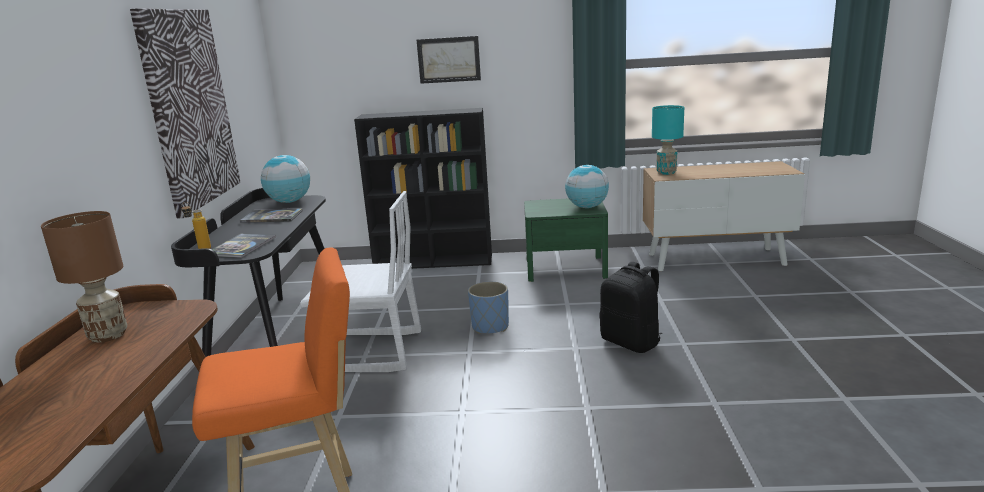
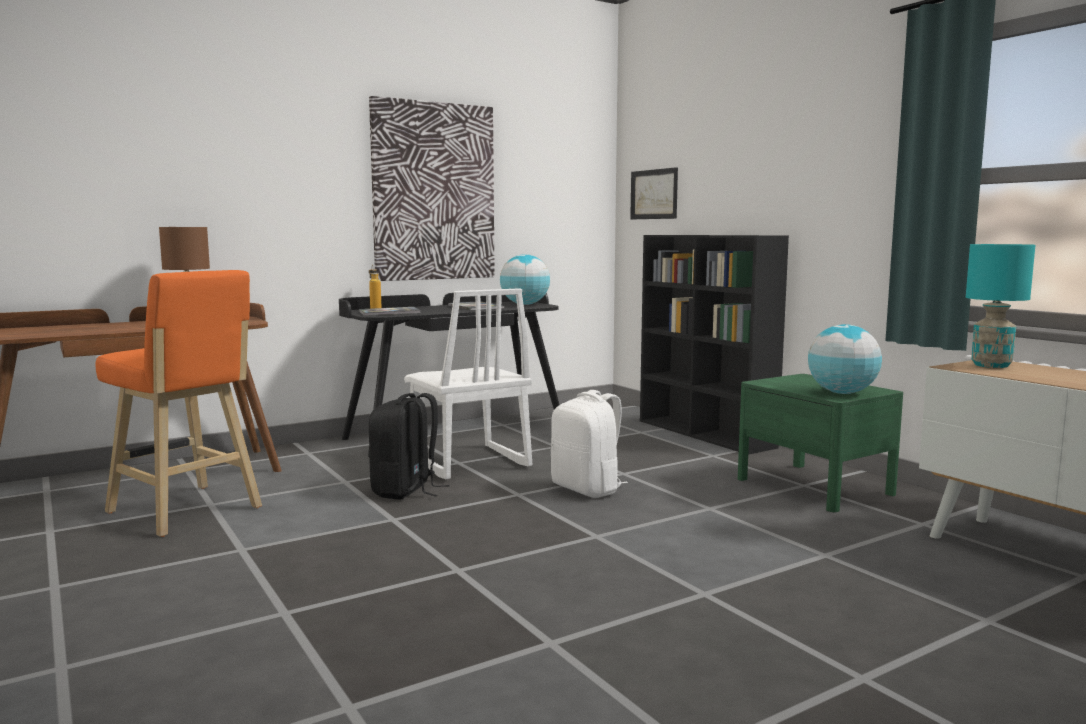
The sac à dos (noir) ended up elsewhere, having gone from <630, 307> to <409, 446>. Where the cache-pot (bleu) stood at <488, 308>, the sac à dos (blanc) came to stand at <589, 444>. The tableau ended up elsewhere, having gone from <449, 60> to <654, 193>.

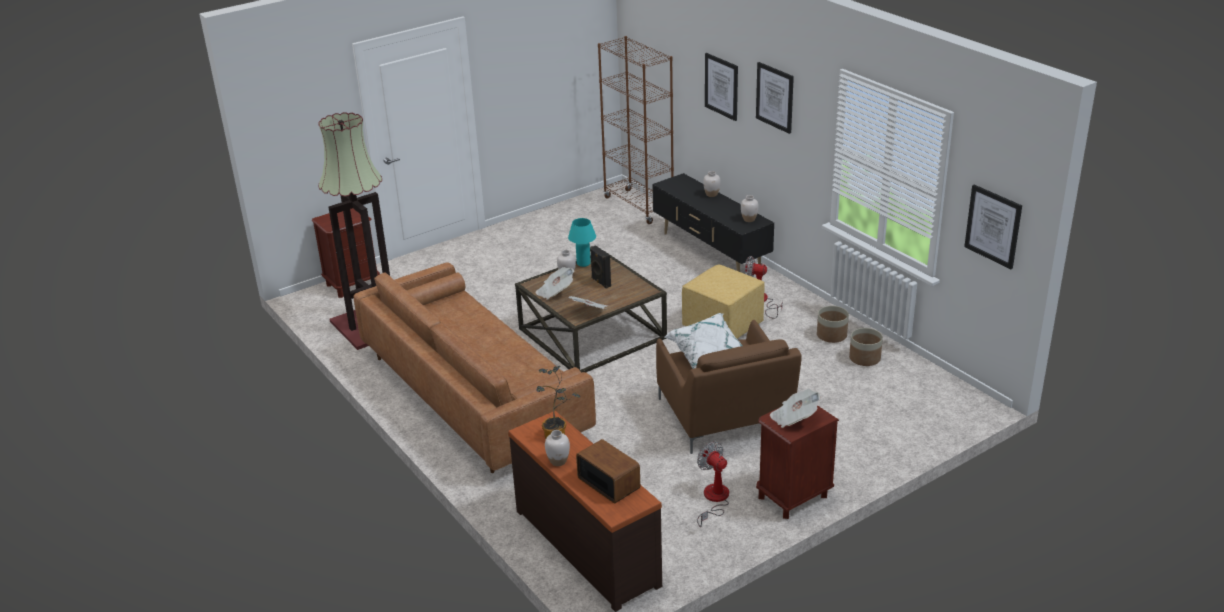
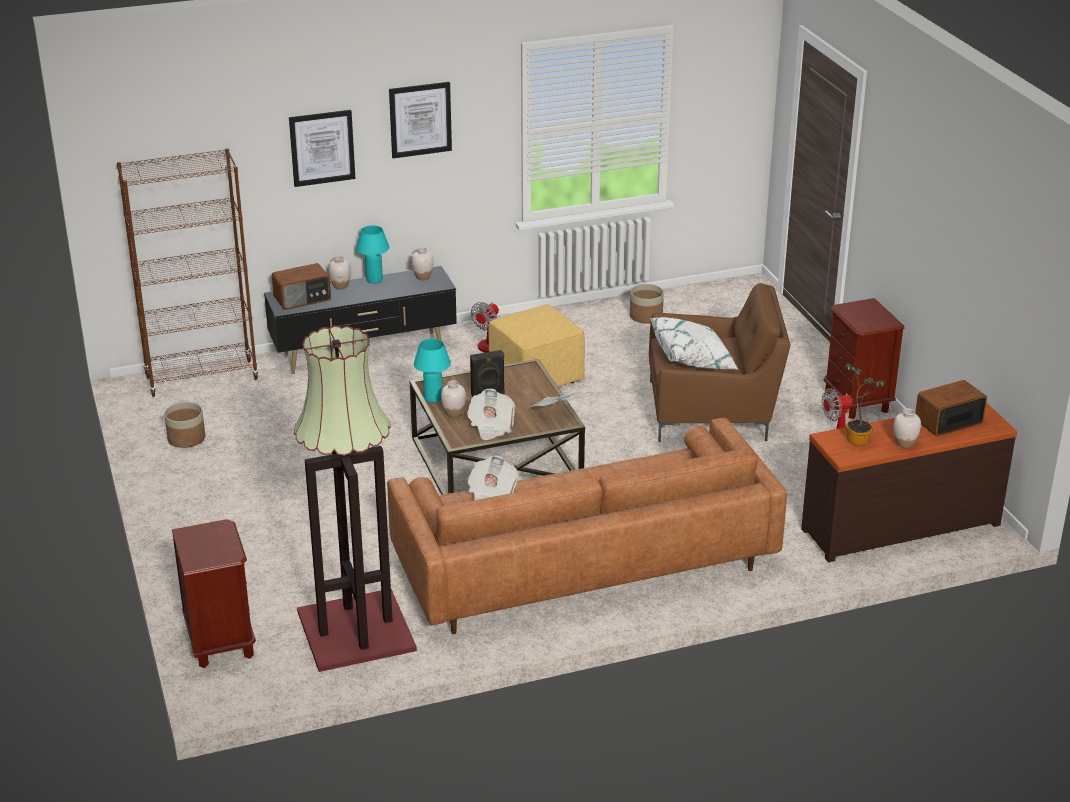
The cache-pot ended up elsewhere, having gone from <833, 324> to <184, 425>. The second view gained the radio at <301, 286>. The second view gained the lampe de table (turquoise) at <372, 254>. The journal ended up elsewhere, having gone from <795, 408> to <493, 477>. The second view lost the tableau at <993, 227>.

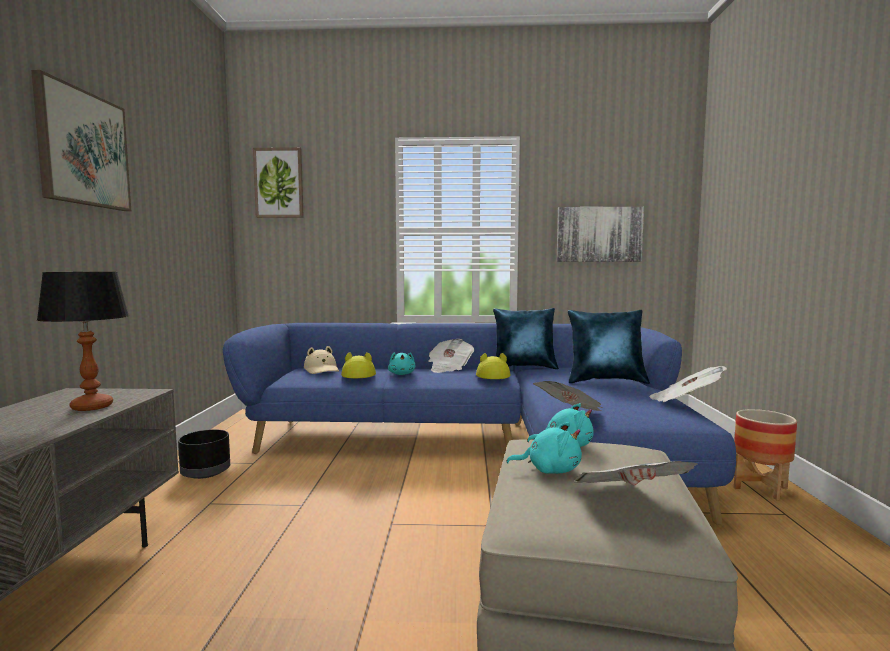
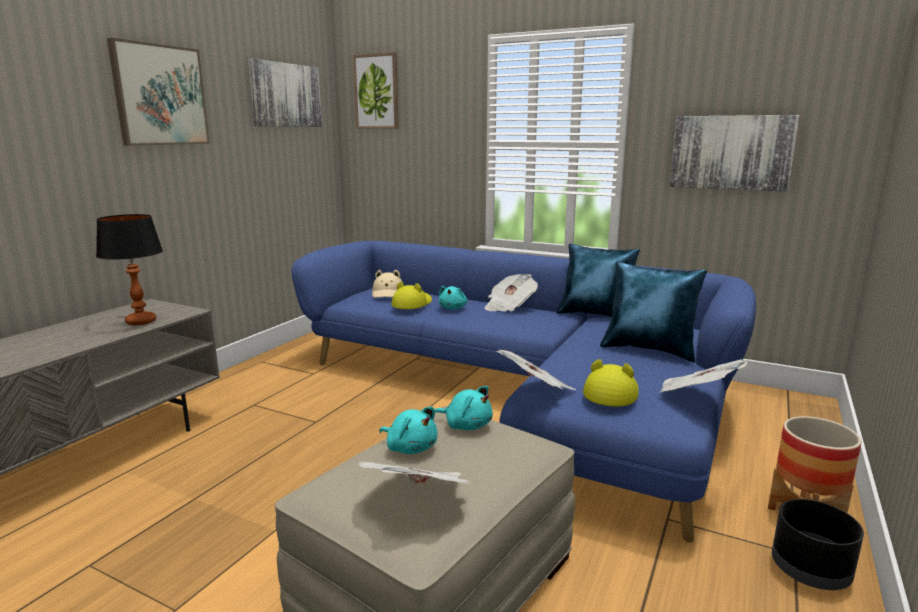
The second view gained the tableau at <285, 93>. The chapeau (jaune) ended up elsewhere, having gone from <493, 366> to <611, 383>. The cache-pot (noir) ended up elsewhere, having gone from <204, 454> to <818, 544>.

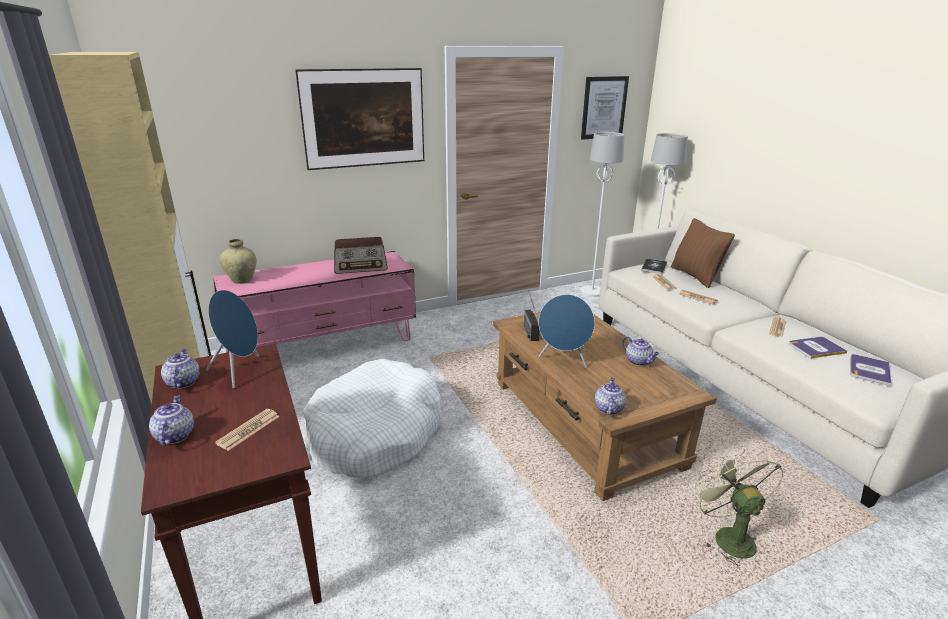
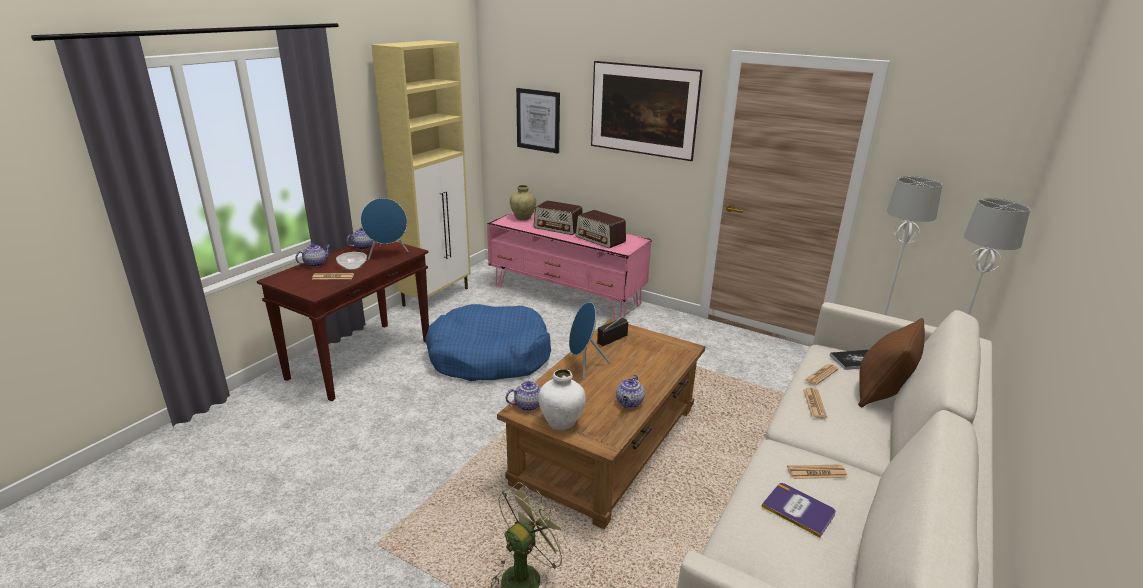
The second view gained the bol at <351, 261>. What was the panier pour chien (blanc) at <373, 418> turned into the panier pour chien (bleu) at <488, 342>. The tableau ended up elsewhere, having gone from <605, 108> to <538, 121>. The second view gained the radio at <558, 217>. The second view gained the vase (blanc) at <562, 399>. The second view lost the livre at <870, 370>.

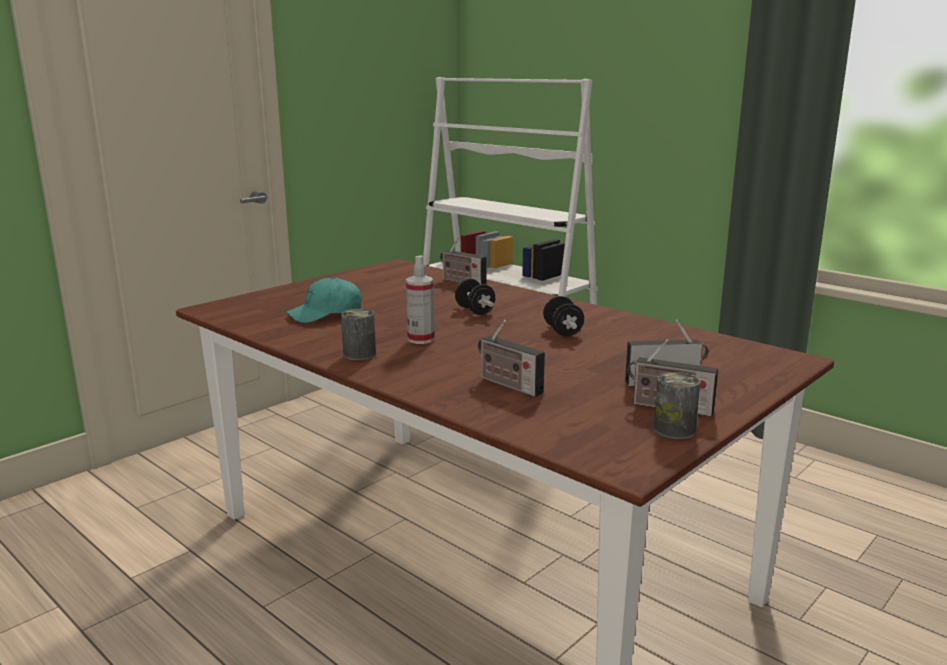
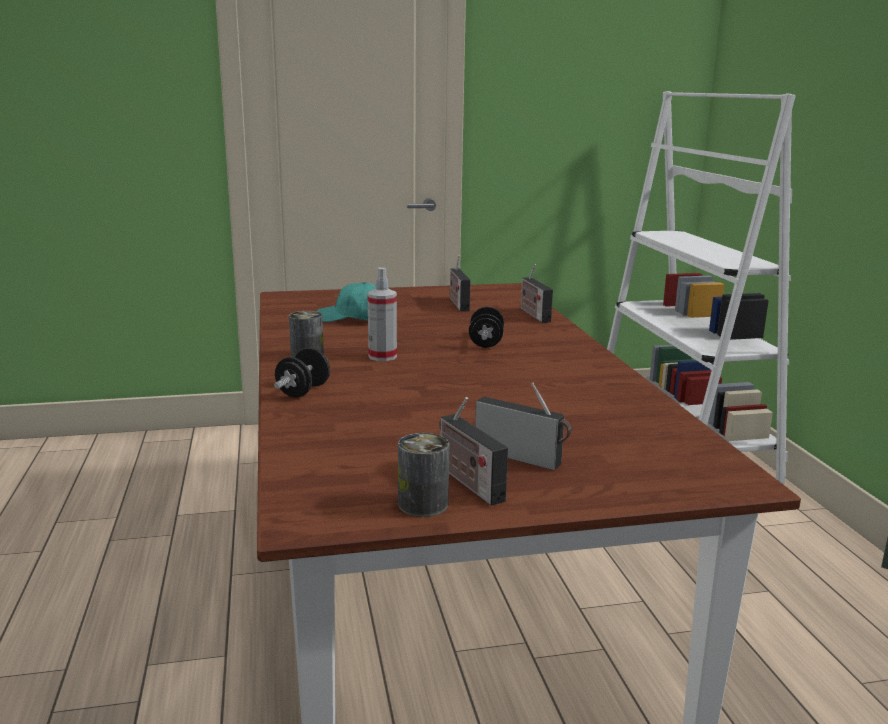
The haltère (noir) ended up elsewhere, having gone from <563, 316> to <302, 372>. The radio ended up elsewhere, having gone from <511, 358> to <460, 283>.

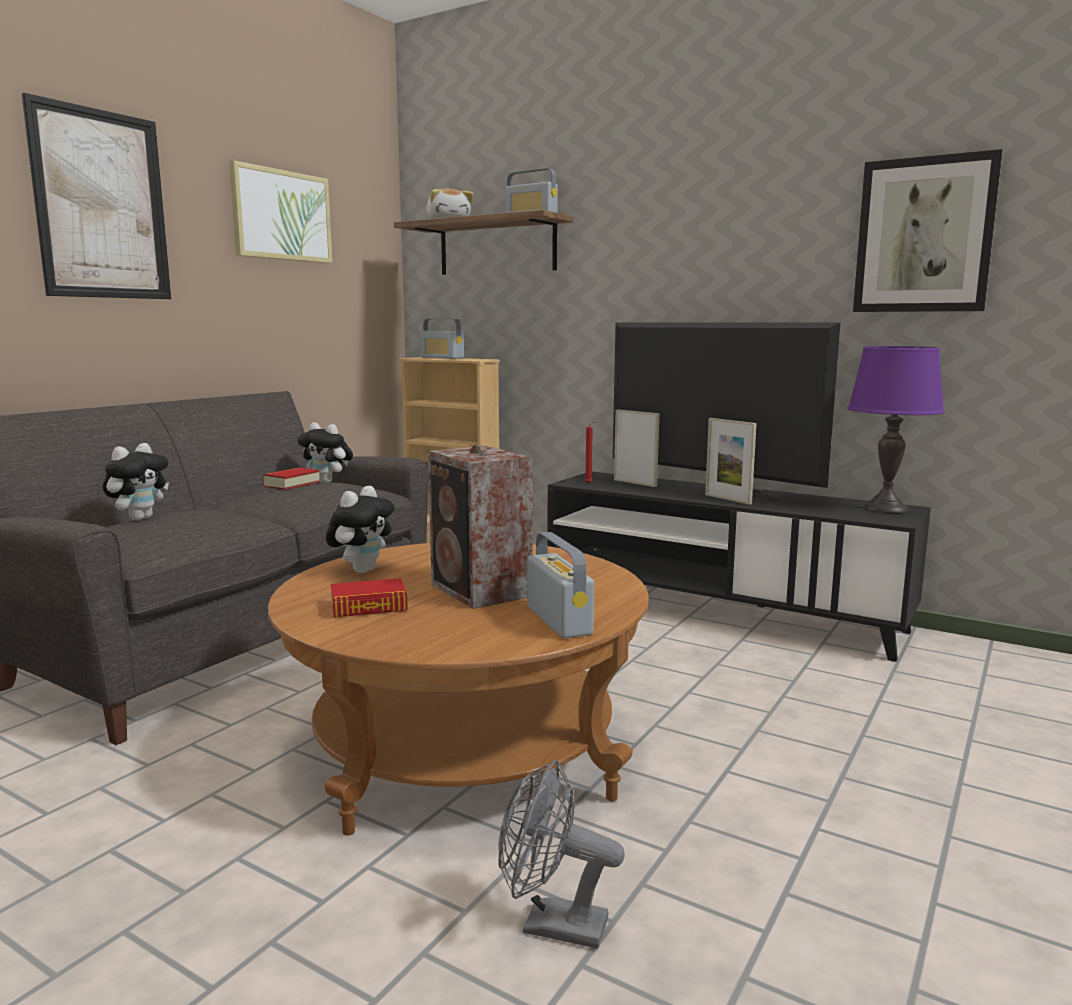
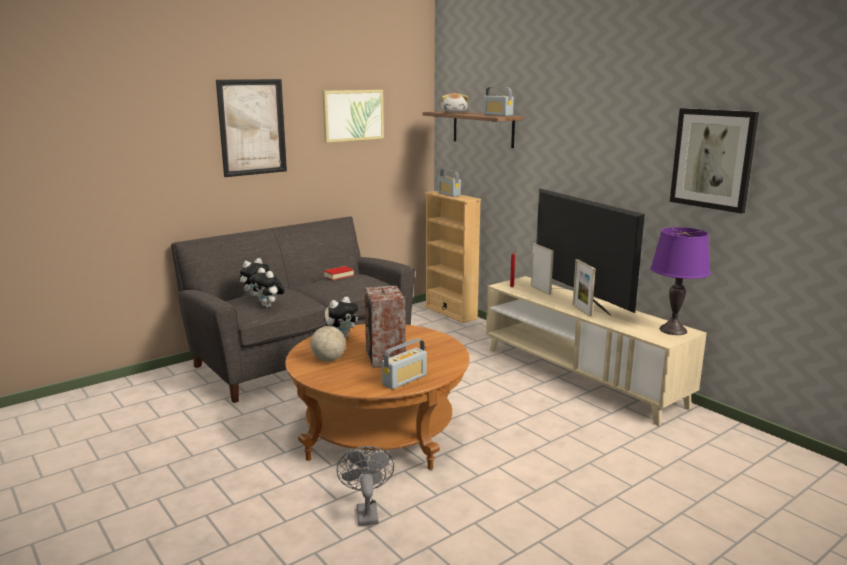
The peluche ended up elsewhere, having gone from <325, 452> to <267, 288>. Where the livre stood at <369, 597>, the globe came to stand at <328, 334>. The ventilateur (gris) at <561, 854> ended up facing another way, 45 degrees clockwise from before. The radio at <560, 585> ended up facing another way, 45 degrees clockwise from before. What was the meuble télé (noir) at <739, 567> turned into the meuble télé (beige) at <596, 351>.

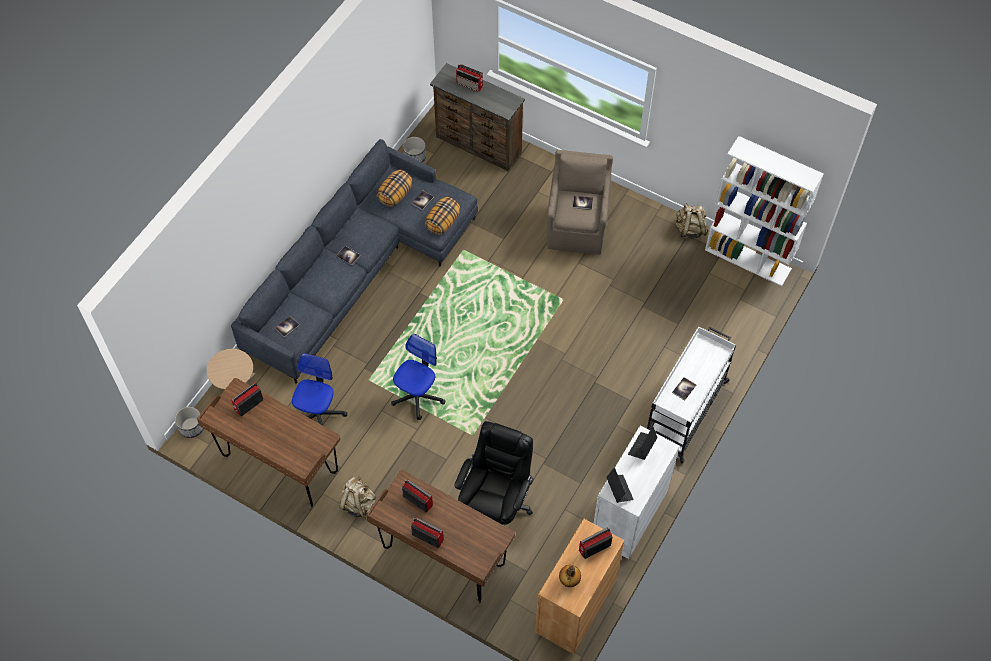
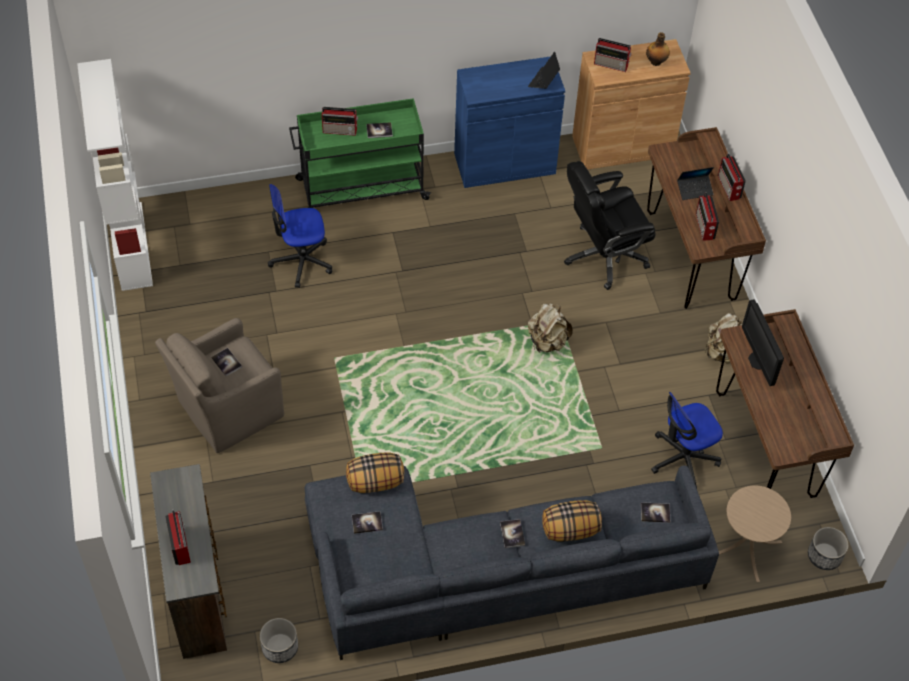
The chaise de bureau ended up elsewhere, having gone from <418, 377> to <300, 236>. What was the chariot (blanc) at <691, 394> turned into the chariot (vert) at <360, 153>. The radio ended up elsewhere, having gone from <247, 400> to <340, 121>. What was the meuble de rangement (blanc) at <636, 492> turned into the meuble de rangement (bleu) at <509, 122>. The sac à dos (beige) ended up elsewhere, having gone from <692, 221> to <550, 327>. The coussin ended up elsewhere, having gone from <395, 188> to <572, 520>. The ordinateur portable ended up elsewhere, having gone from <642, 443> to <695, 183>. The second view gained the écran d'ordinateur at <763, 342>.

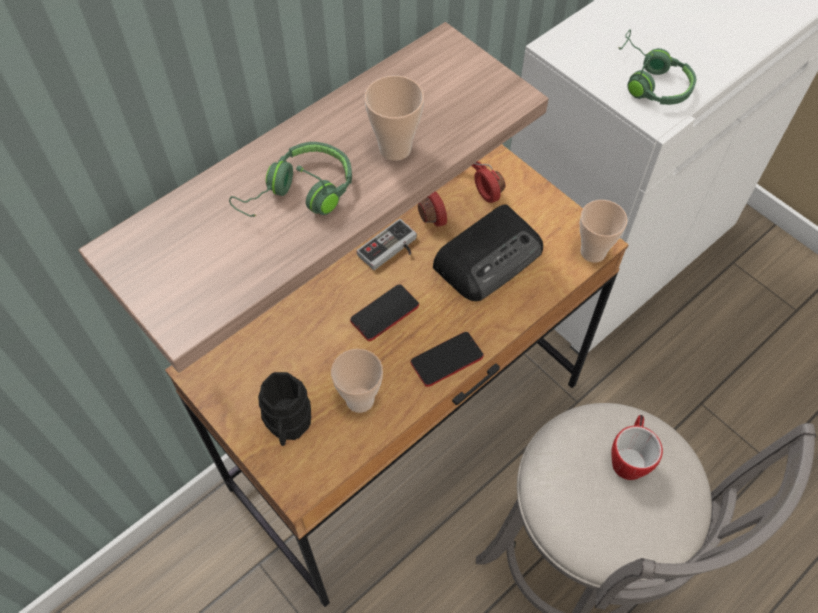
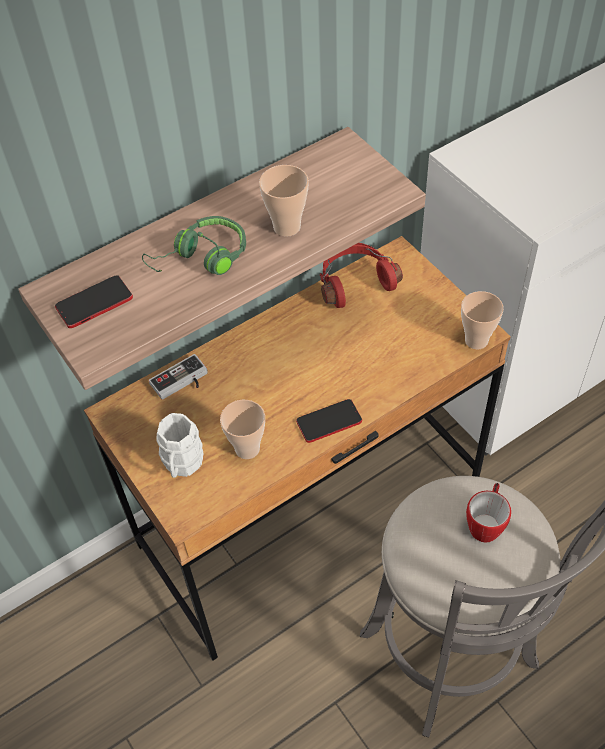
The téléphone ended up elsewhere, having gone from <384, 312> to <94, 301>. The manette ended up elsewhere, having gone from <387, 244> to <178, 377>. What was the mug (noir) at <284, 409> turned into the mug (blanc) at <179, 445>. The second view lost the radio at <488, 252>. The second view lost the casque audio (vert) at <657, 67>.

